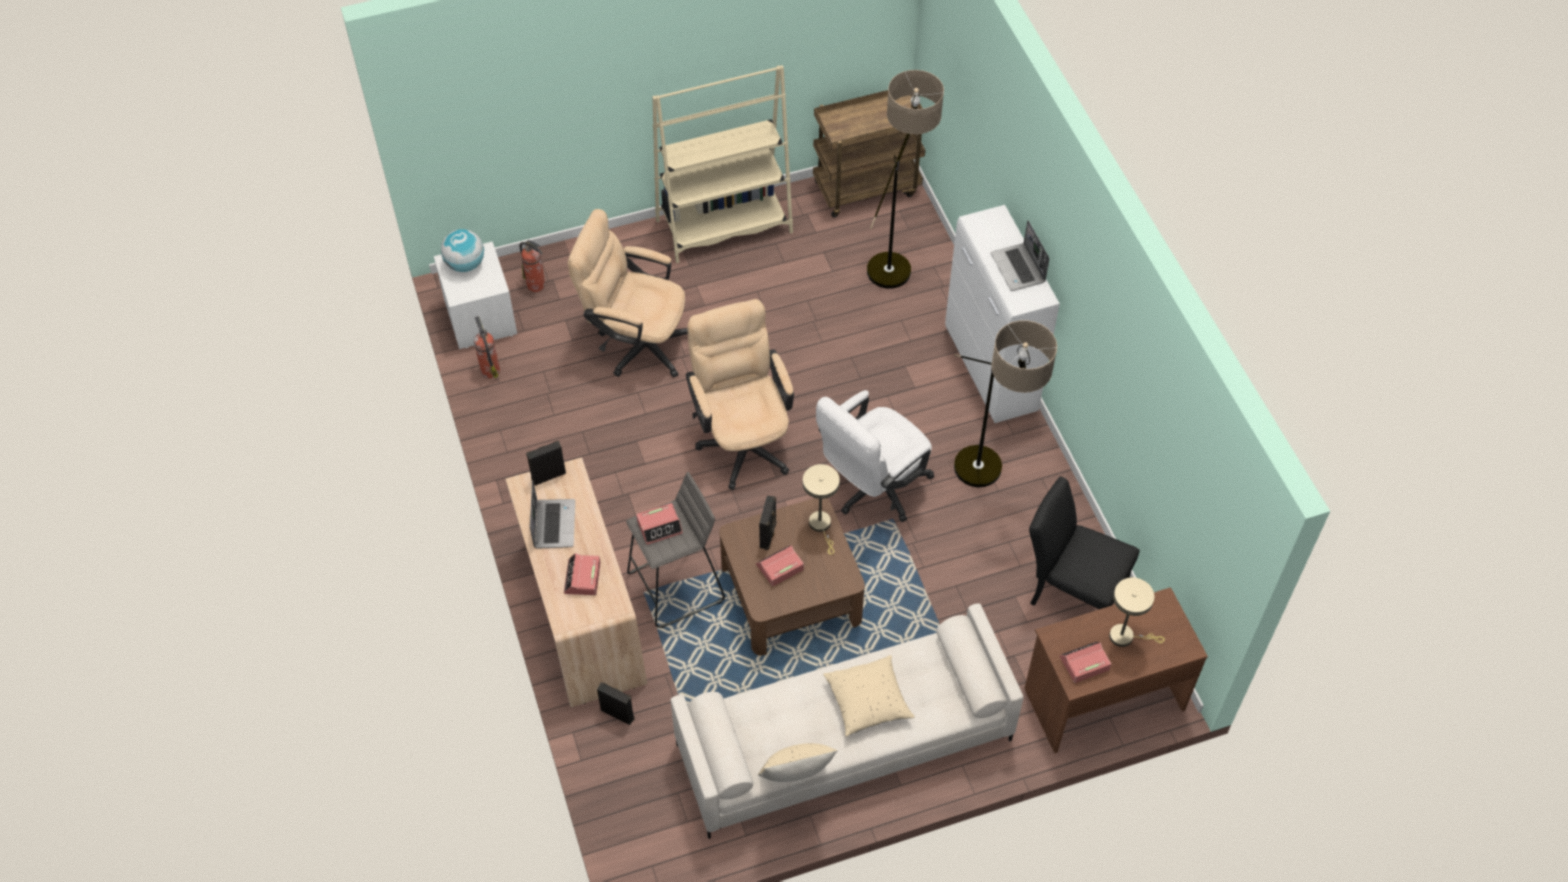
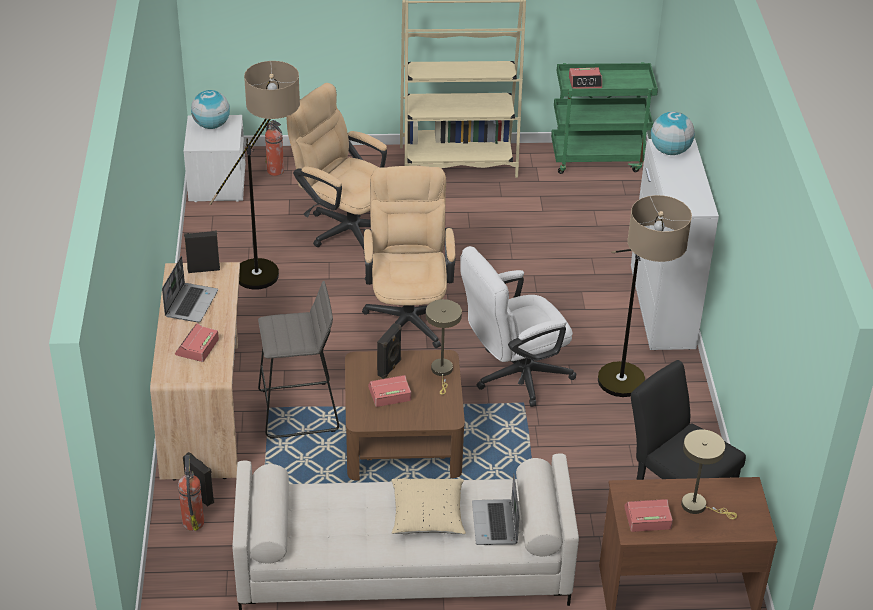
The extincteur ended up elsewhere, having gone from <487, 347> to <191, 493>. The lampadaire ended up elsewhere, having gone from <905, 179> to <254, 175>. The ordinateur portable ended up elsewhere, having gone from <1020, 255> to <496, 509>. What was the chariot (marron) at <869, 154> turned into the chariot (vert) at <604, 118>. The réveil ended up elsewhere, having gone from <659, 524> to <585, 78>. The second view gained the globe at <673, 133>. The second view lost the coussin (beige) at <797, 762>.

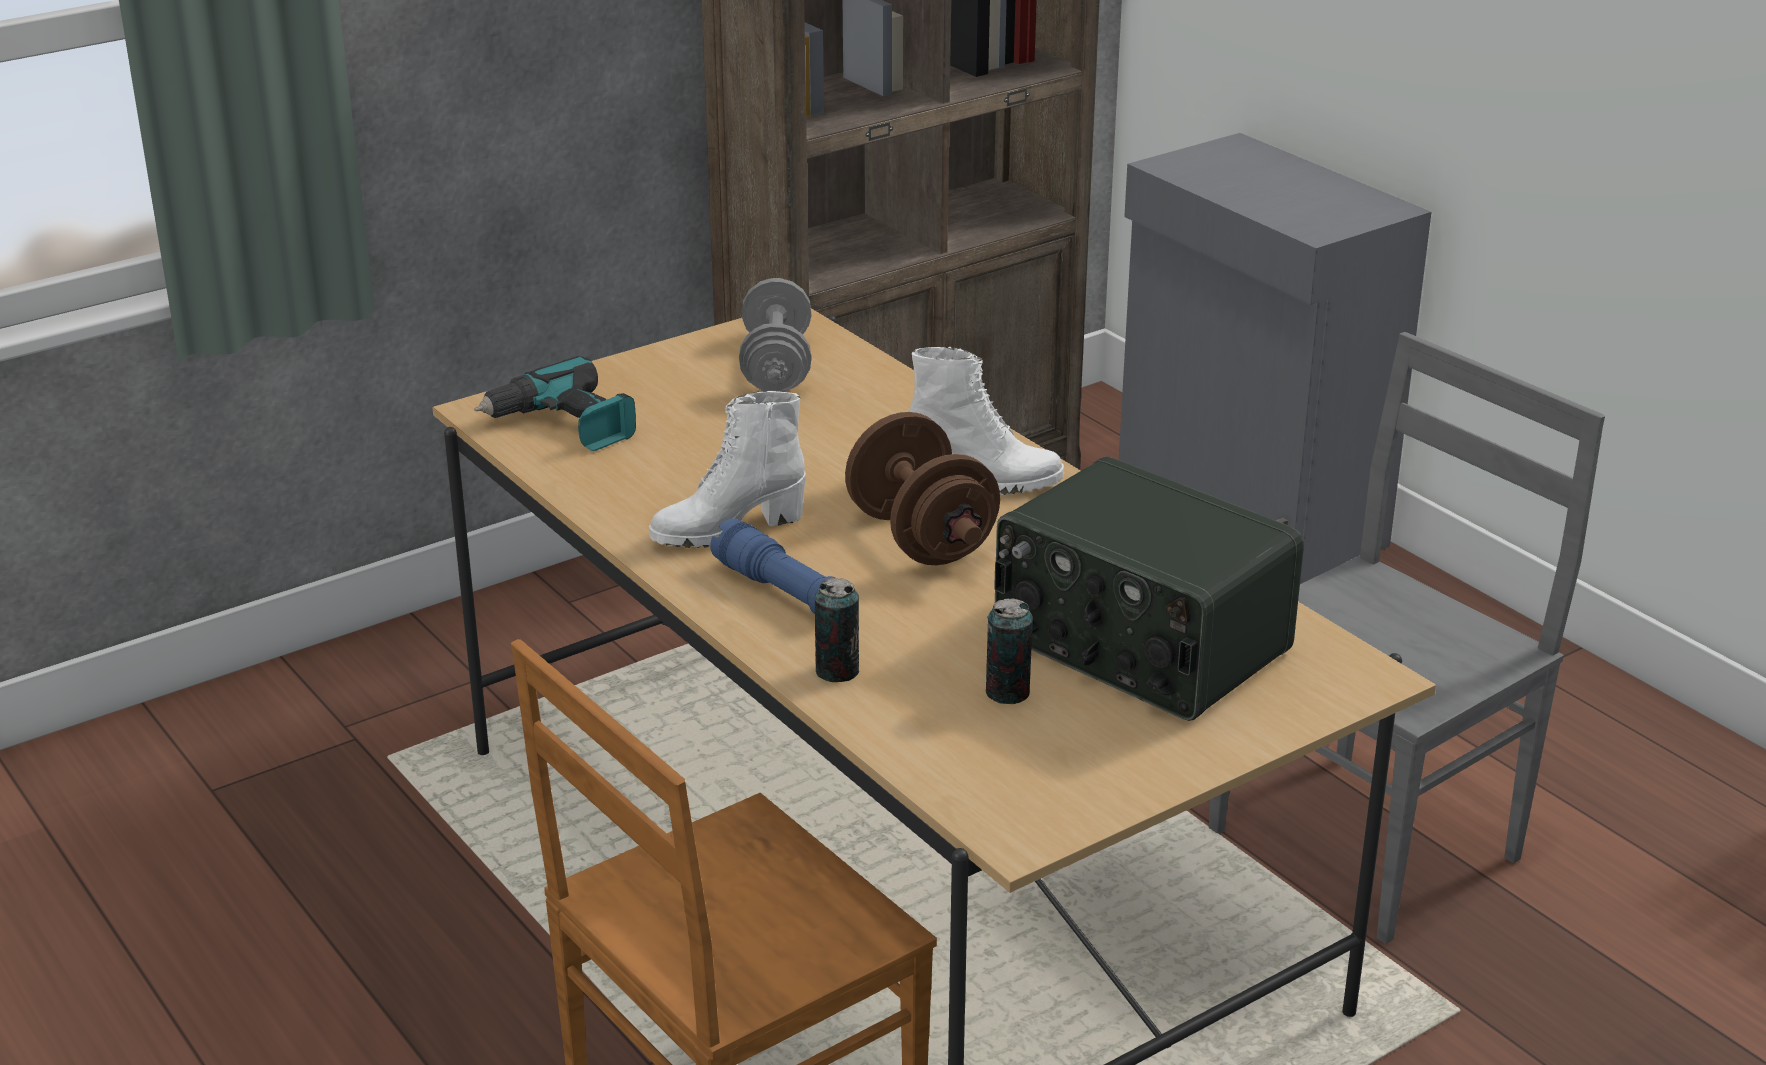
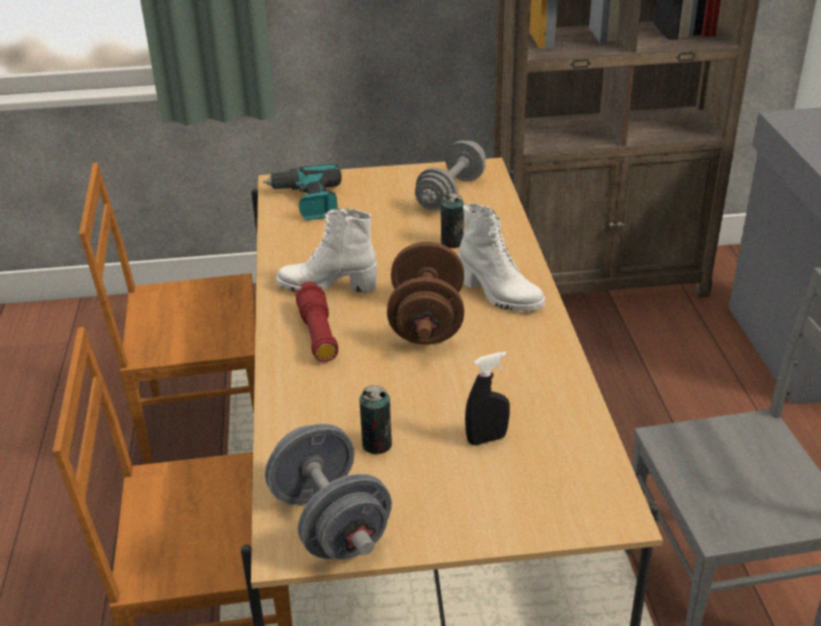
The second view gained the chaise (marron) at <167, 313>. The second view gained the haltère (gris) at <328, 491>. What was the lampe de poche (bleu) at <772, 566> turned into the lampe de poche (rouge) at <317, 322>. The boîte métallique ended up elsewhere, having gone from <837, 630> to <452, 220>. Where the radio stood at <1149, 588>, the vaporisateur (noir) came to stand at <487, 398>.

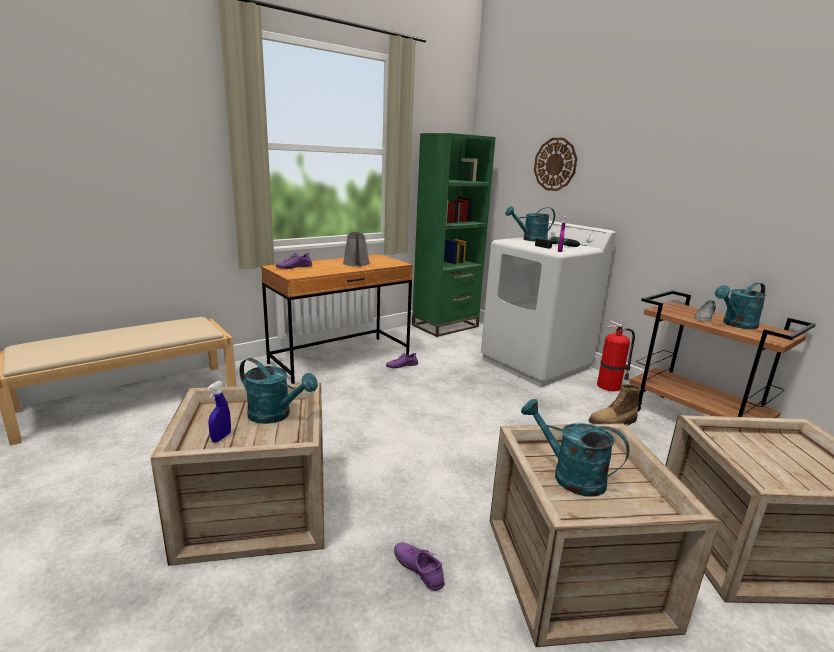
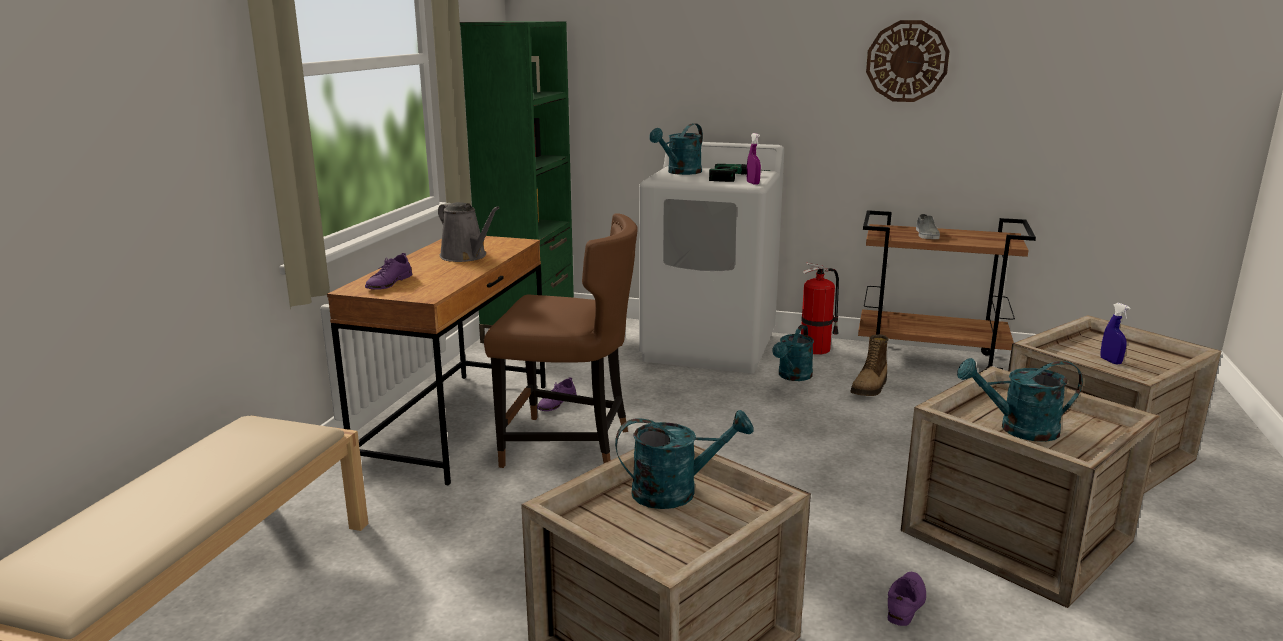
The second view gained the chaise (marron) at <561, 340>. The arrosoir (turquoise) ended up elsewhere, having gone from <740, 305> to <793, 353>. The horloge murale ended up elsewhere, having gone from <555, 164> to <908, 61>. The chaussure (violet) at <419, 566> ended up facing another way, 105 degrees clockwise from before. The vaporisateur (bleu) ended up elsewhere, having gone from <219, 411> to <1115, 334>.

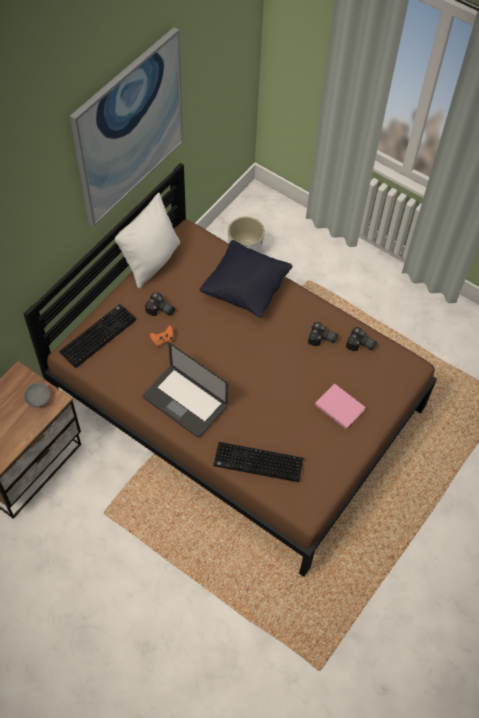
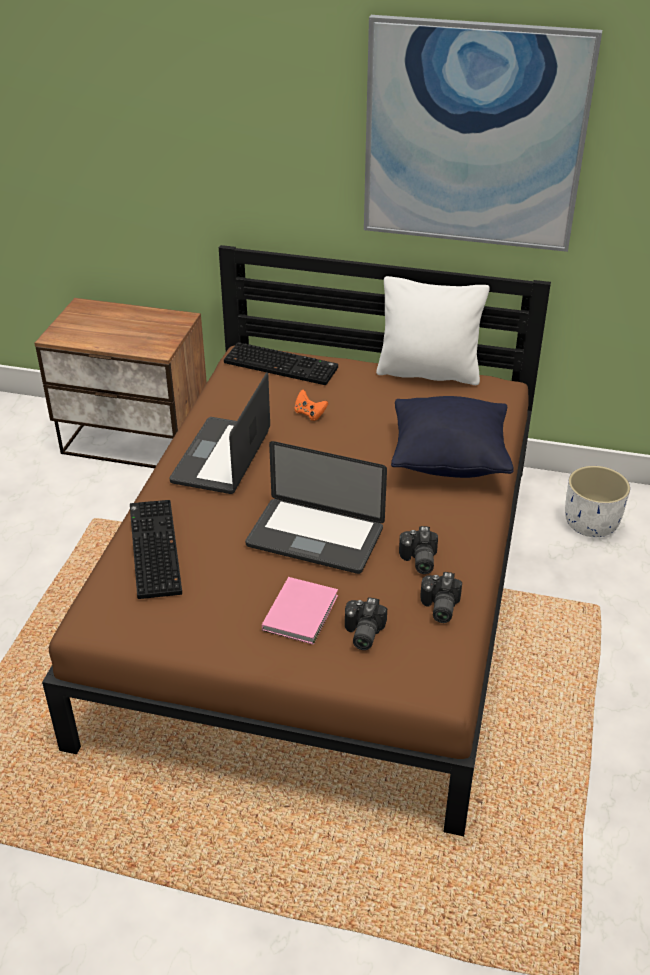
The second view gained the ordinateur portable at <316, 507>. The appareil photo ended up elsewhere, having gone from <160, 304> to <366, 623>. The second view lost the bol (gris) at <37, 395>.

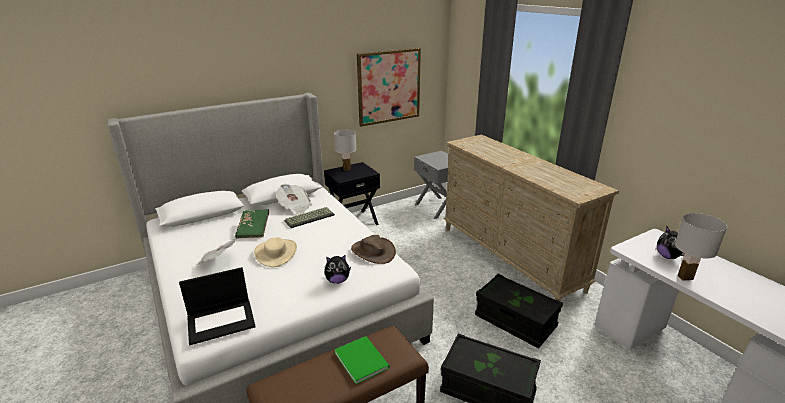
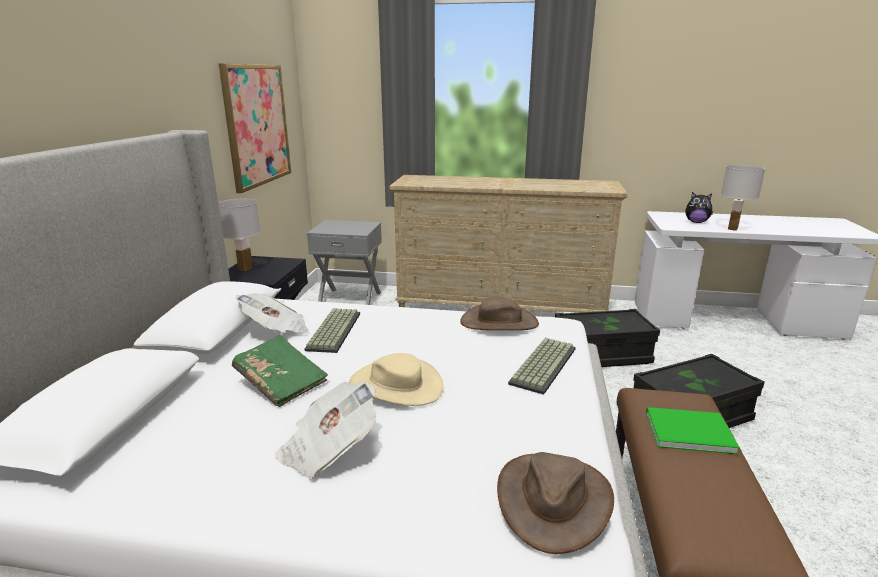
Where the ordinateur portable stood at <217, 306>, the chapeau (marron) came to stand at <555, 503>. Where the peluche stood at <337, 269>, the clavier came to stand at <542, 366>.

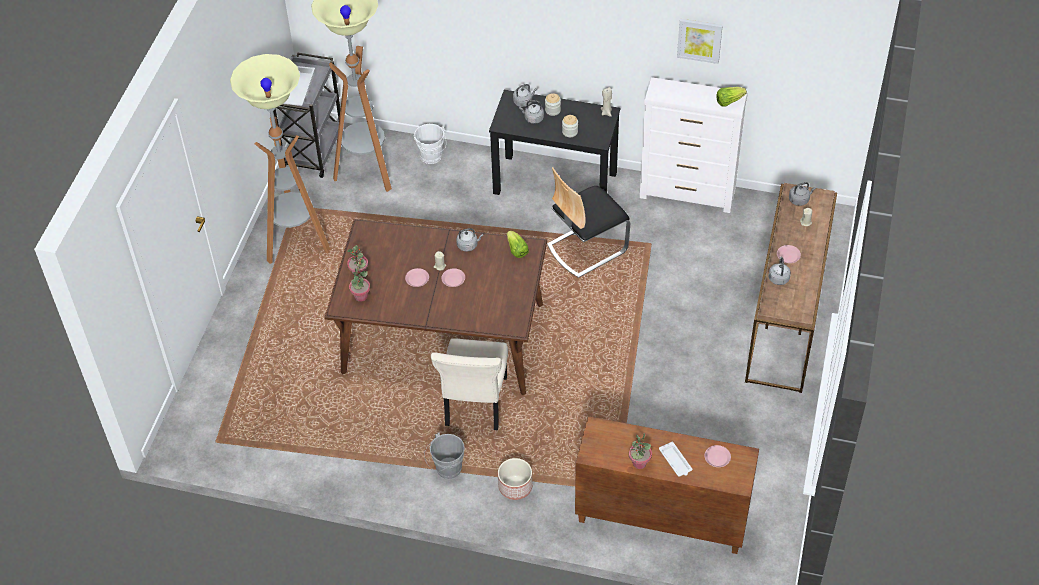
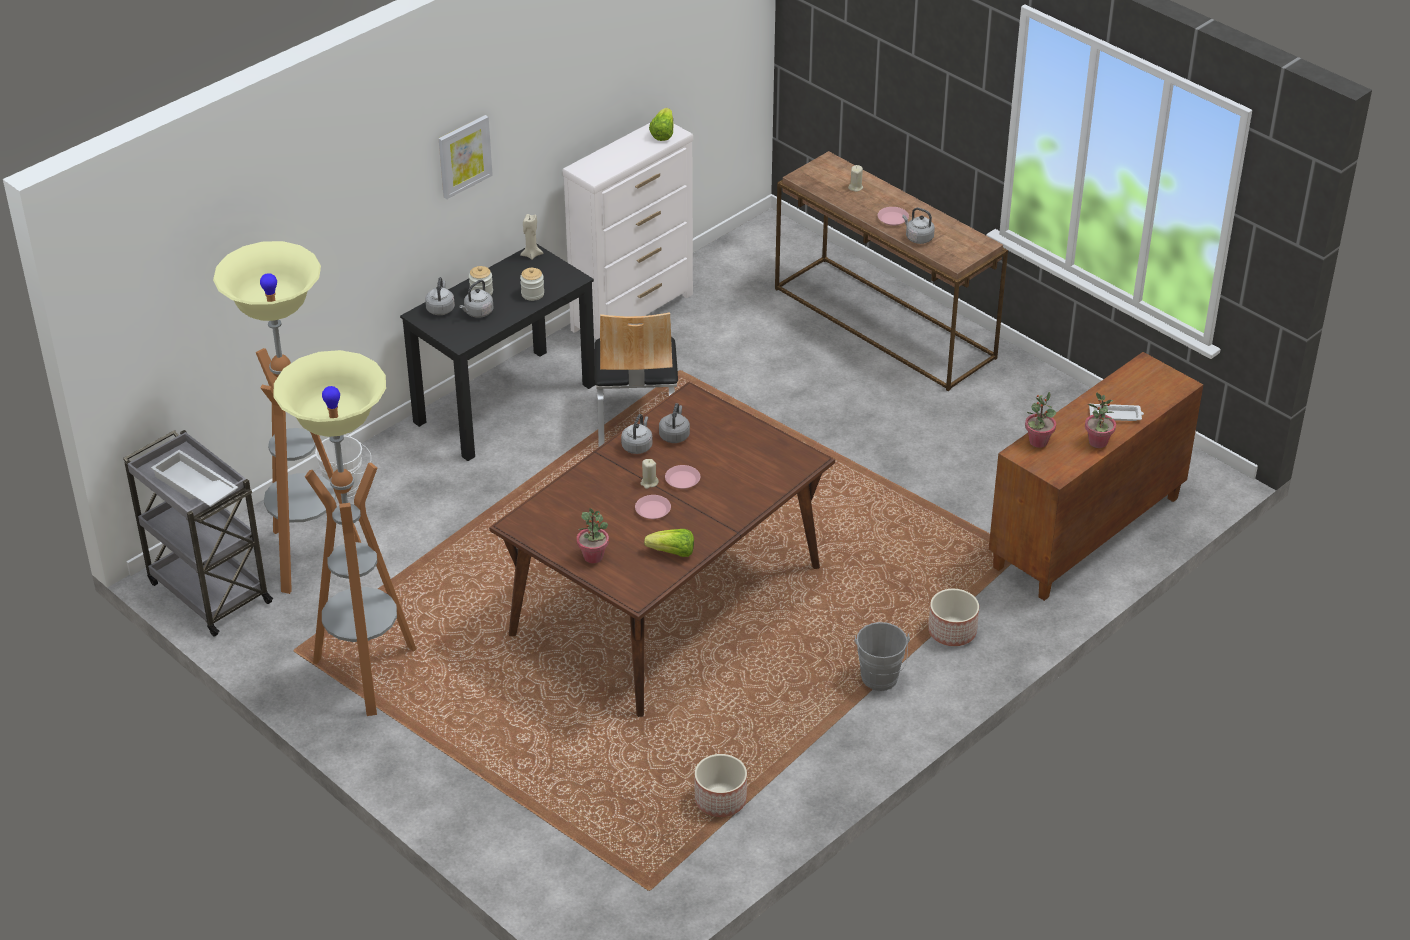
The tableau ended up elsewhere, having gone from <700, 41> to <466, 157>. The laitue ended up elsewhere, having gone from <518, 244> to <669, 543>. The bouilloire (gris) ended up elsewhere, having gone from <802, 194> to <674, 423>. The second view gained the cache-pot at <721, 785>. The plante en pot ended up elsewhere, having gone from <359, 285> to <1040, 420>. The second view lost the chaise (beige) at <469, 384>. The second view lost the assiette (rose) at <717, 456>.

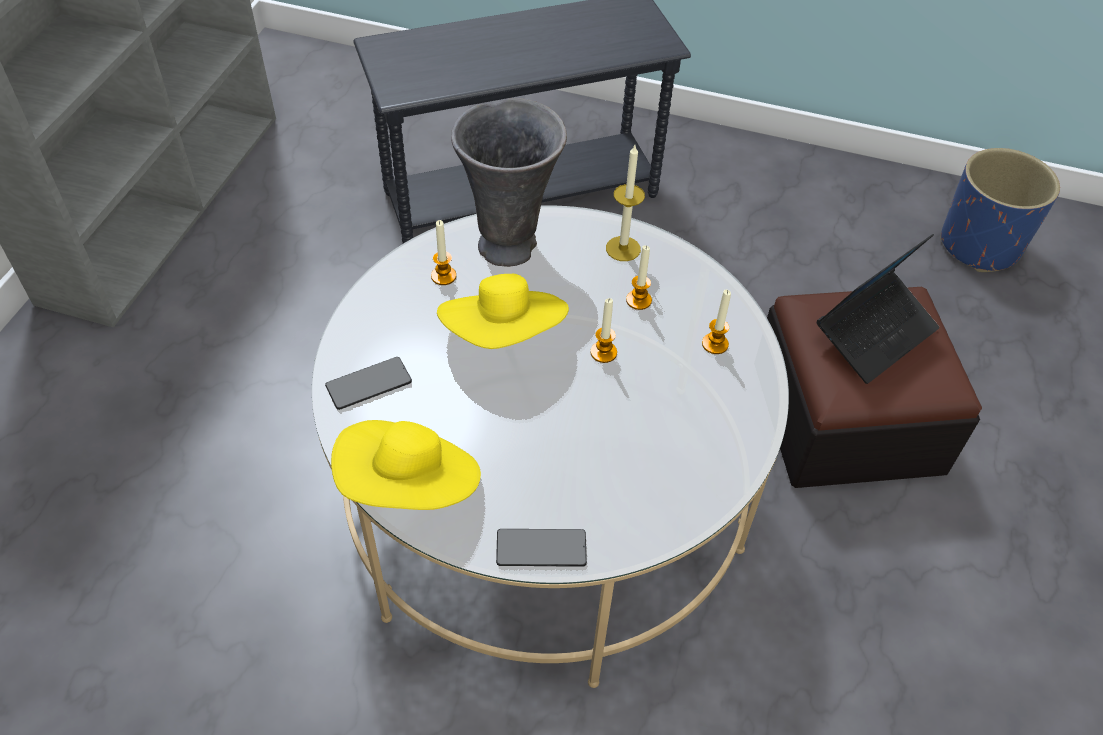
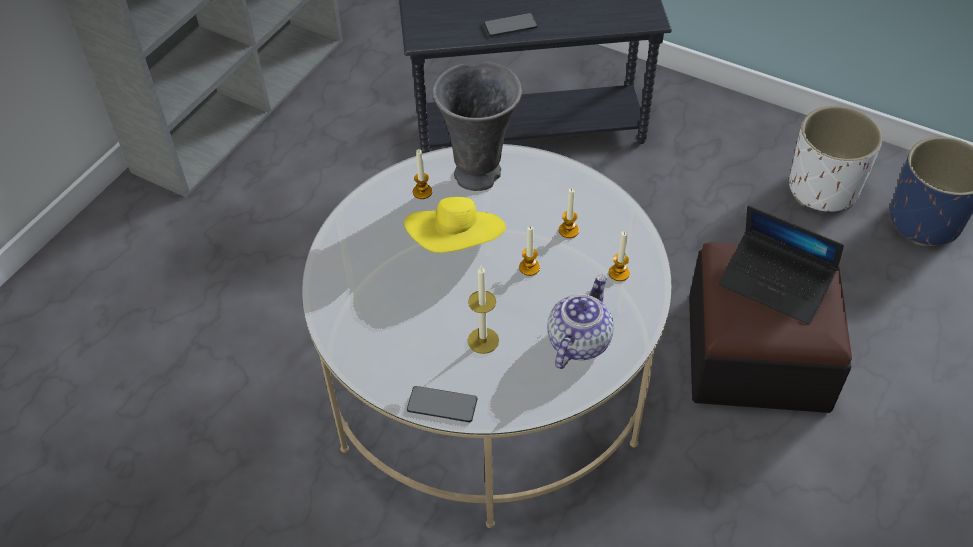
The bougie ended up elsewhere, having gone from <625, 203> to <483, 310>. The téléphone ended up elsewhere, having gone from <368, 383> to <510, 24>. The second view gained the théière at <580, 322>. The ordinateur portable at <877, 309> ended up facing another way, 60 degrees clockwise from before. The second view gained the cache-pot (blanc) at <836, 159>. The second view lost the chapeau (jaune) at <406, 465>.

